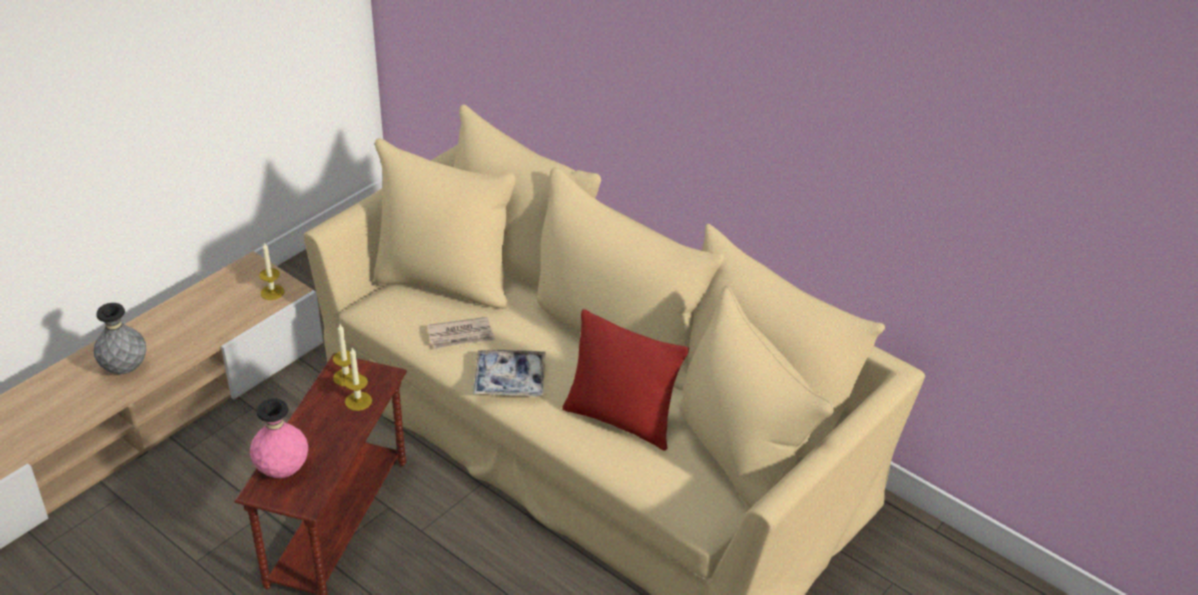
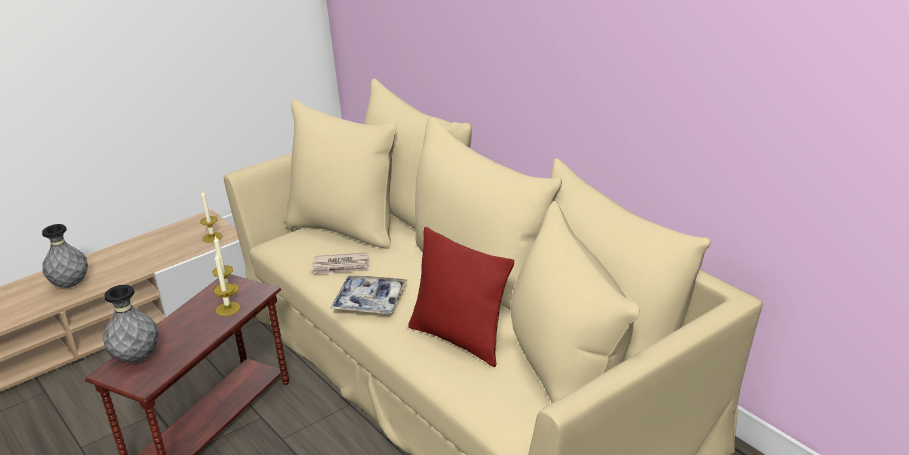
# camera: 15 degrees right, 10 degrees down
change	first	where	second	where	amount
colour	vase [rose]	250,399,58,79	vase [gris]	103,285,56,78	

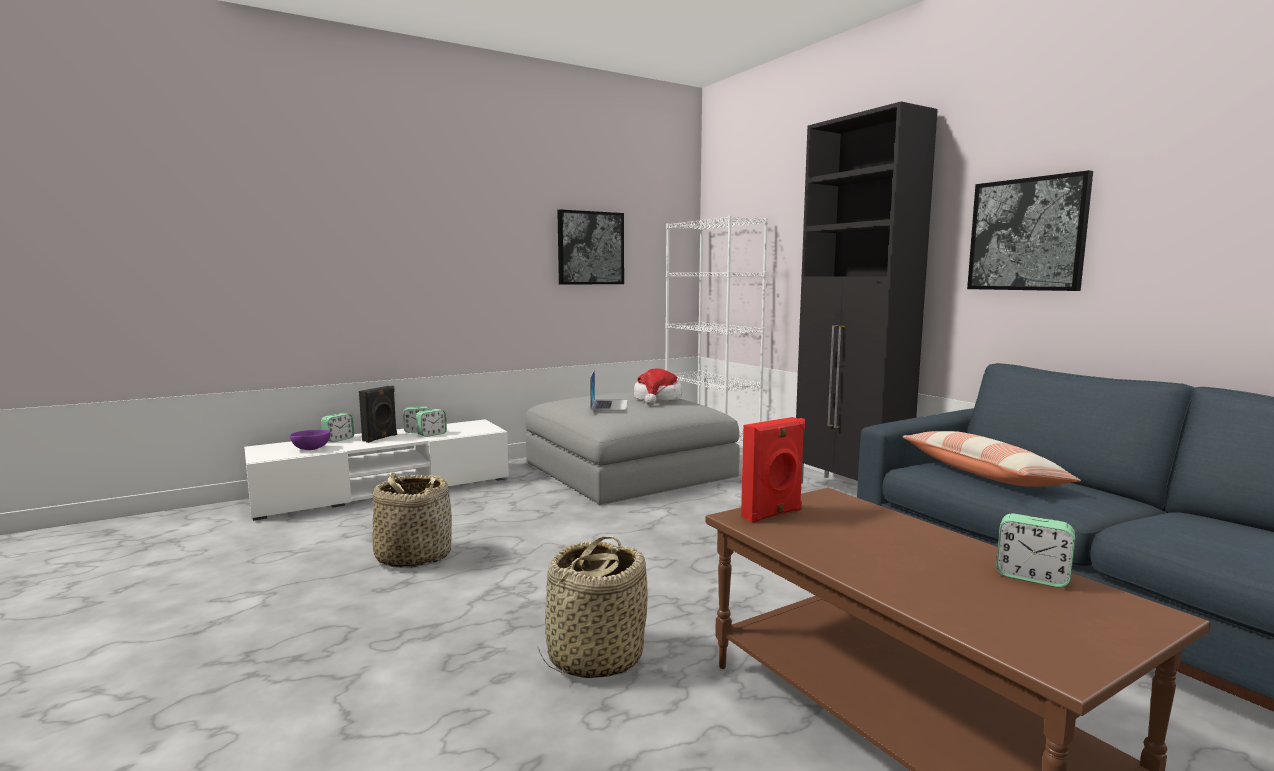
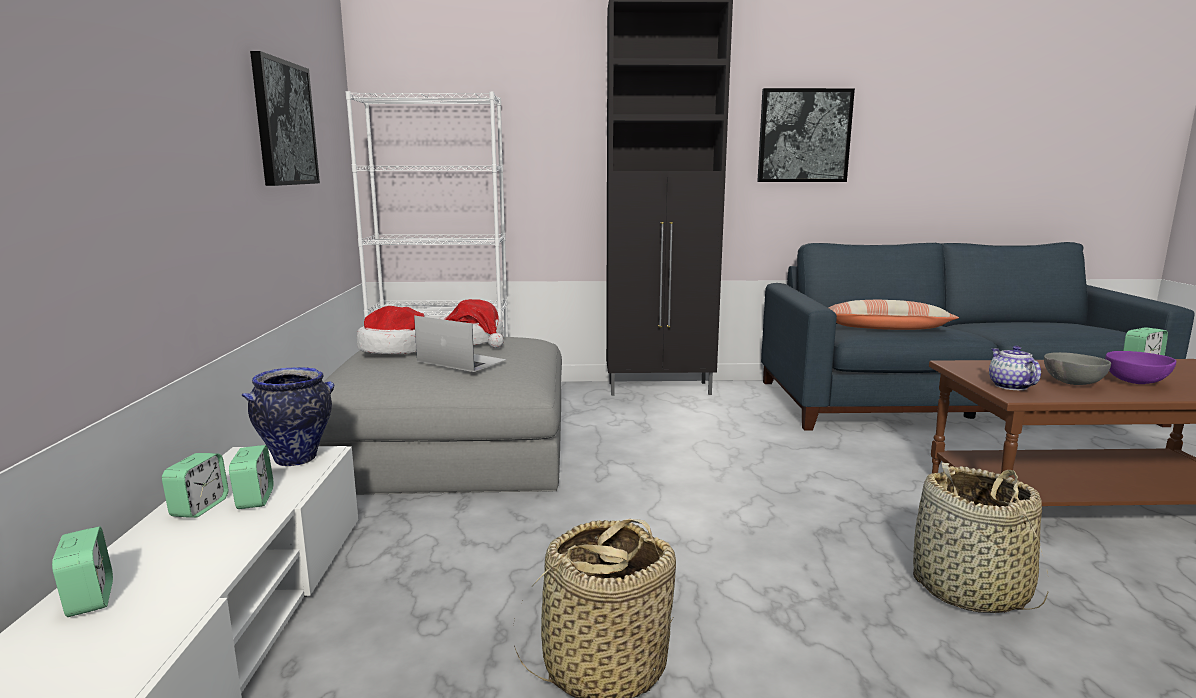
# camera: 60 degrees left, 5 degrees up
change	first	where	second	where	amount
missing	enceinte [noir]	359,386,38,57			
exchanged	enceinte [rouge]	741,417,64,106	théière	989,346,52,44	
relocated	bol [violet]	290,429,40,21		1105,351,71,33	
appeared			chapeau	357,306,67,48	
appeared			bol [gris]	1044,352,67,33	
appeared			vase	242,367,92,99	

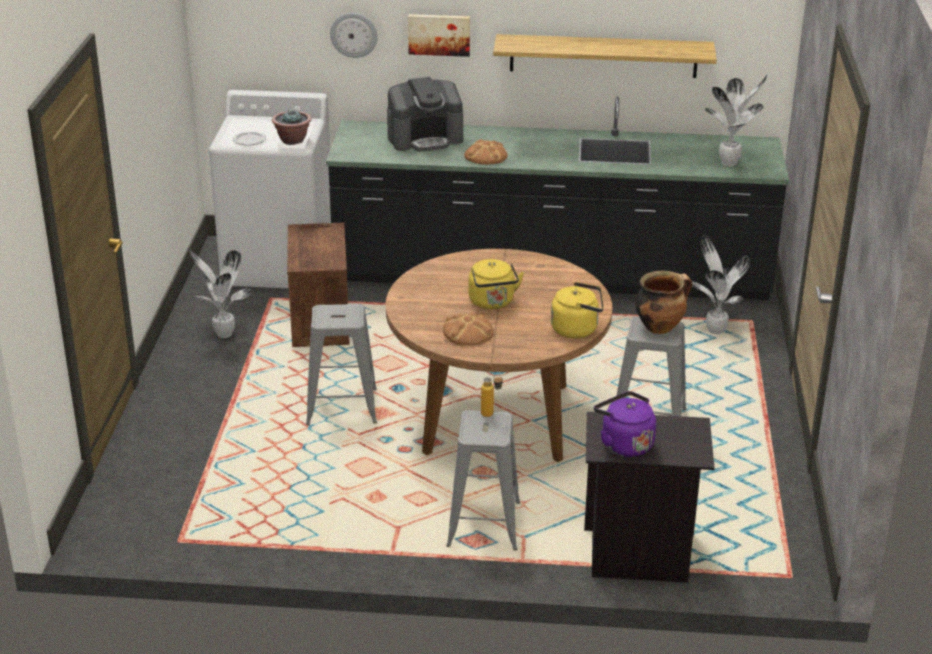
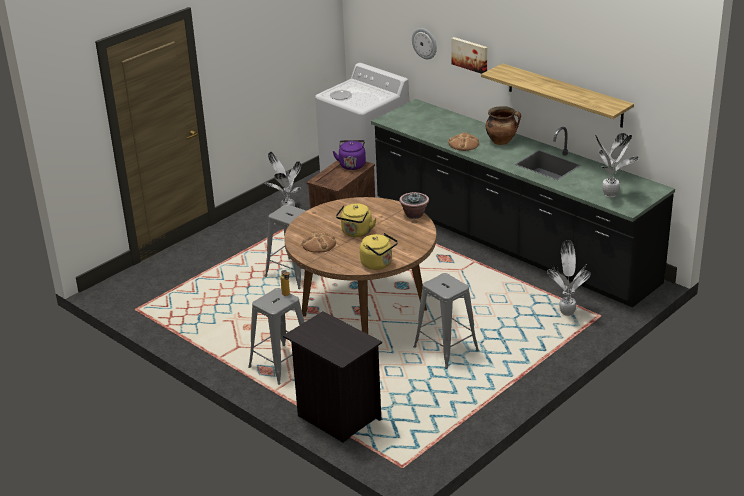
# camera: 40 degrees right, 0 degrees up
change	first	where	second	where	amount
missing	machine à café	387,77,76,75			
relocated	plante en pot	272,110,39,35		399,192,30,27	
relocated	marmite	636,271,56,63		486,106,35,39	
relocated	bouilloire [violet]	594,391,62,66		333,140,33,30	

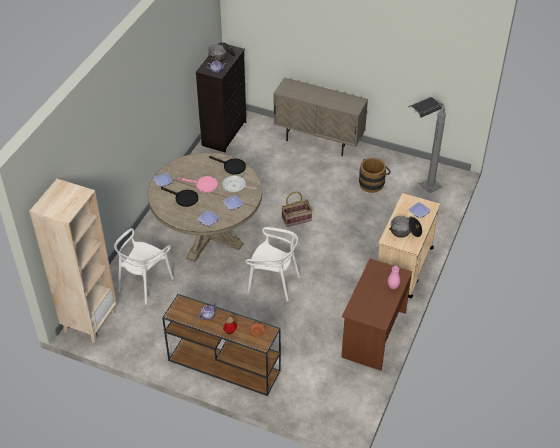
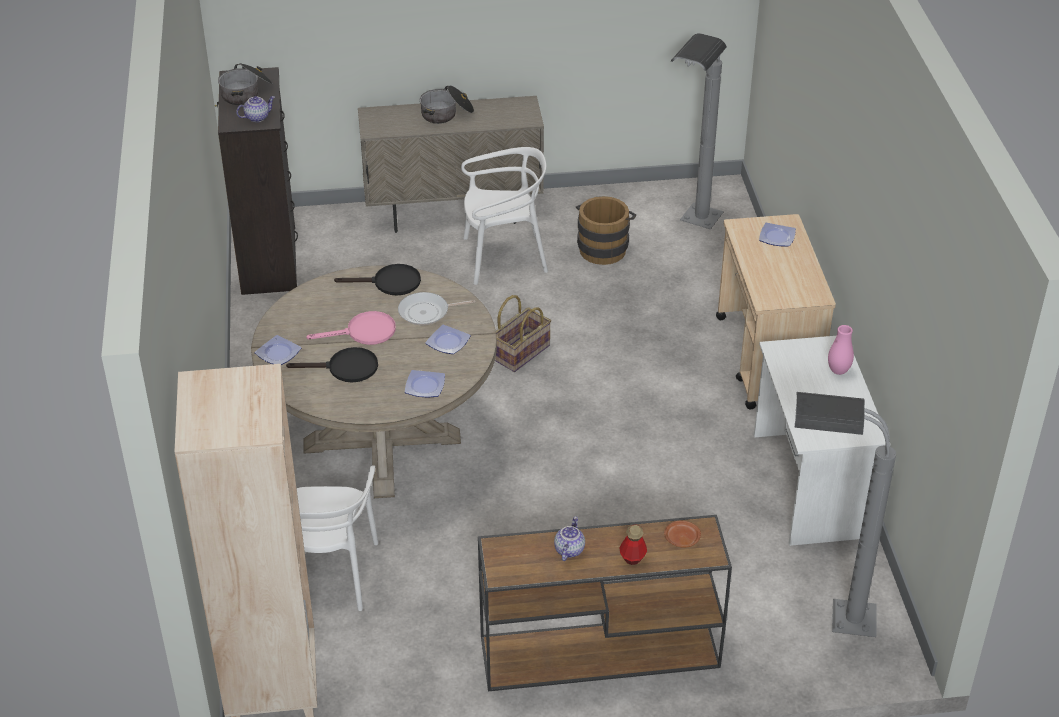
# camera: 30 degrees left, 5 degrees down
change	first	where	second	where	amount
relocated	marmite	389,216,33,22		420,86,54,38	
relocated	chaise [blanc]	245,227,55,74		461,147,87,138	
colour	bureau [marron]	341,259,71,112	bureau [blanc]	754,336,132,210	
appeared			lampadaire [gris]	795,392,101,245	

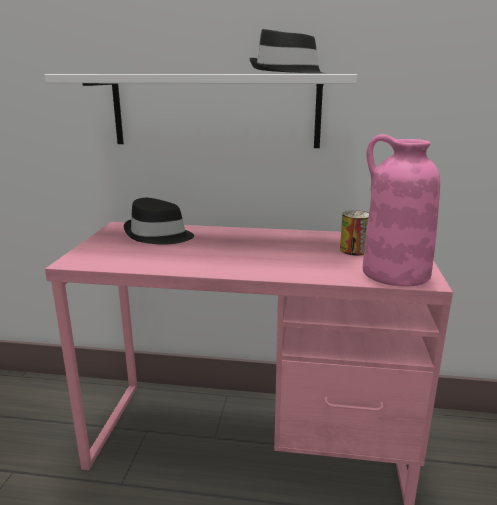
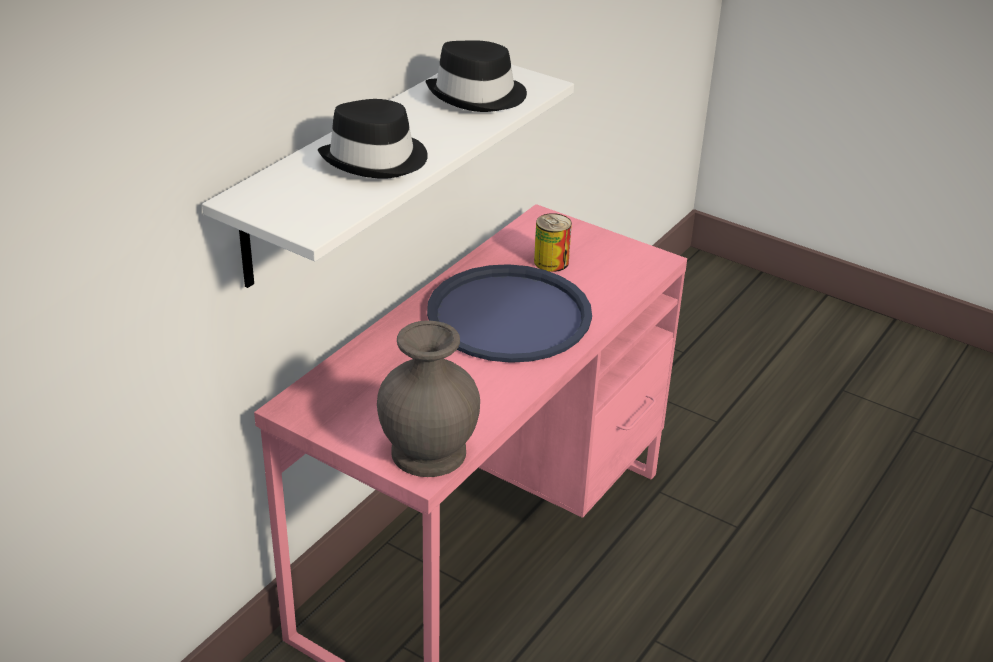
# camera: 65 degrees left, 15 degrees up
change	first	where	second	where	amount
missing	vase [rose]	363,134,77,152			
relocated	chapeau [noir]	124,198,70,47		318,99,110,80	
appeared			plateau [bleu]	427,264,165,99	
appeared			vase [gris]	377,321,103,156	

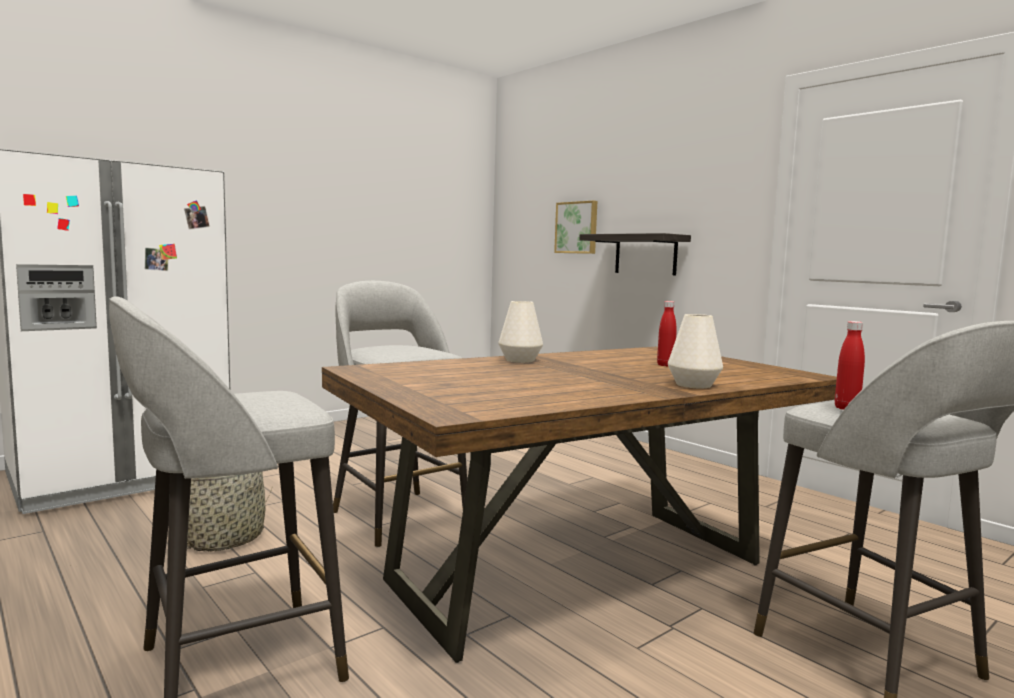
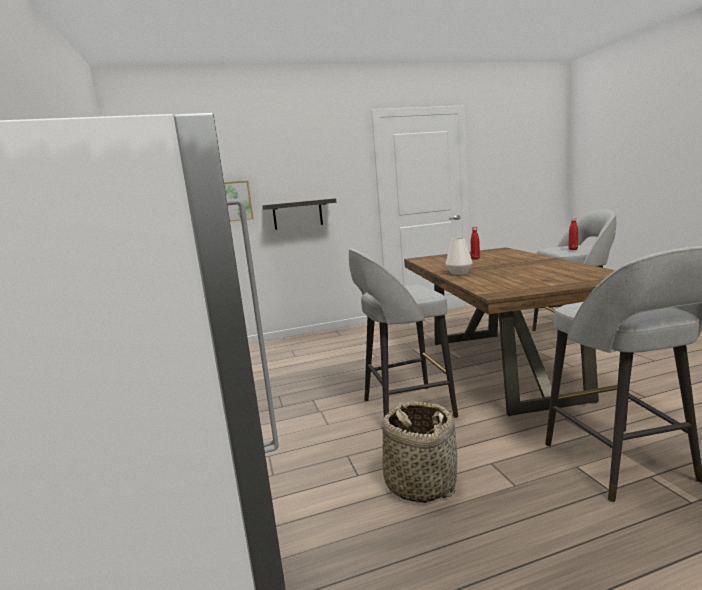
# camera: 65 degrees left, 5 degrees up
change	first	where	second	where	amount
missing	vase [blanc]	668,314,55,74			

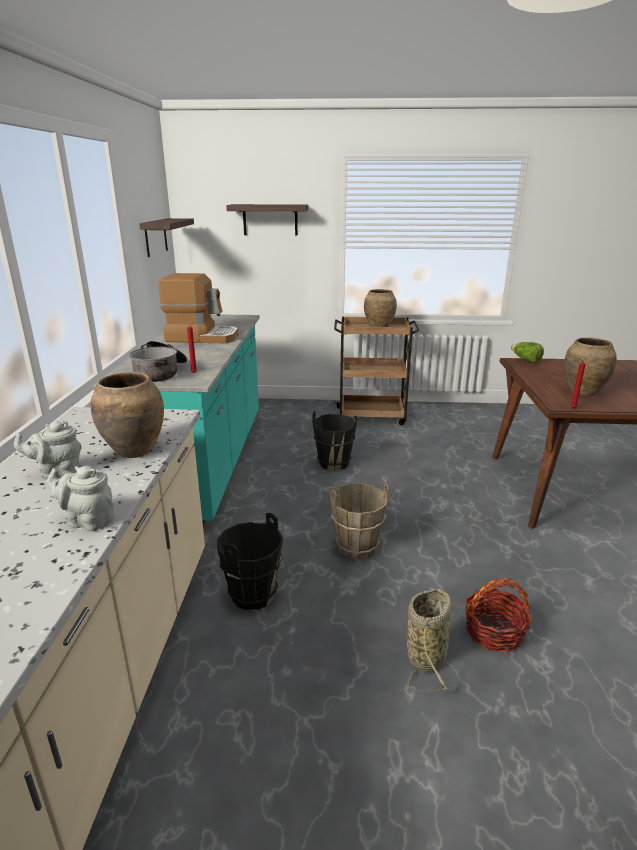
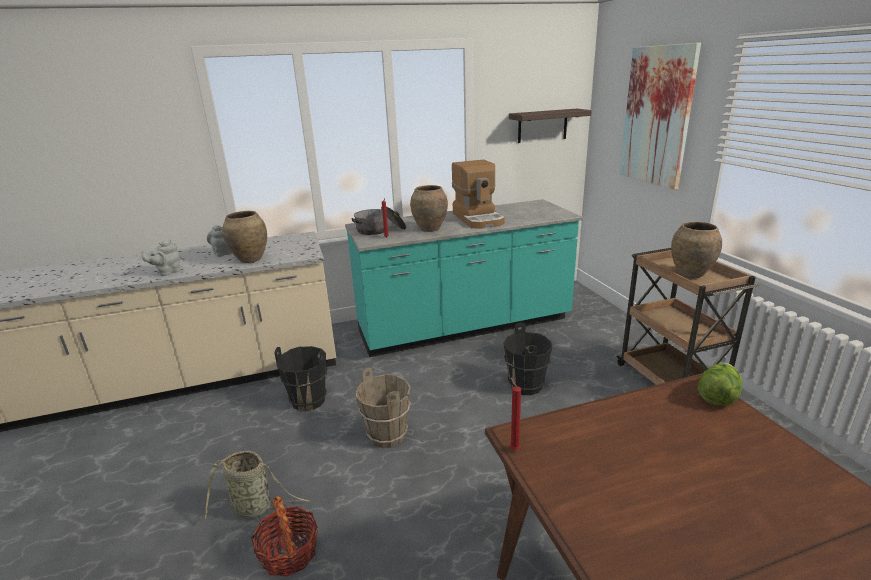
# camera: 70 degrees right, 0 degrees up
change	first	where	second	where	amount
exchanged	étagère	226,204,82,32	tableau	620,43,81,147	
relocated	vase [marron]	564,338,53,58		410,185,38,47	
spun	théière [gris]	47,466,67,66		141,240,39,36	135 degrees counterclockwise

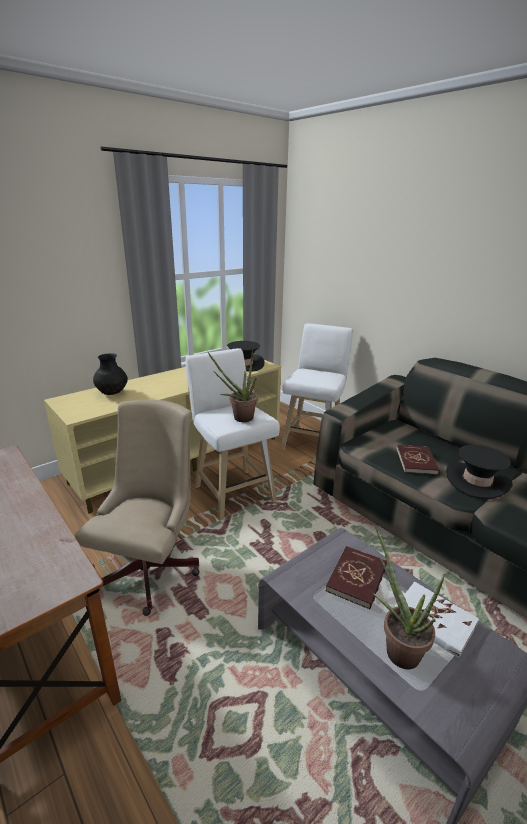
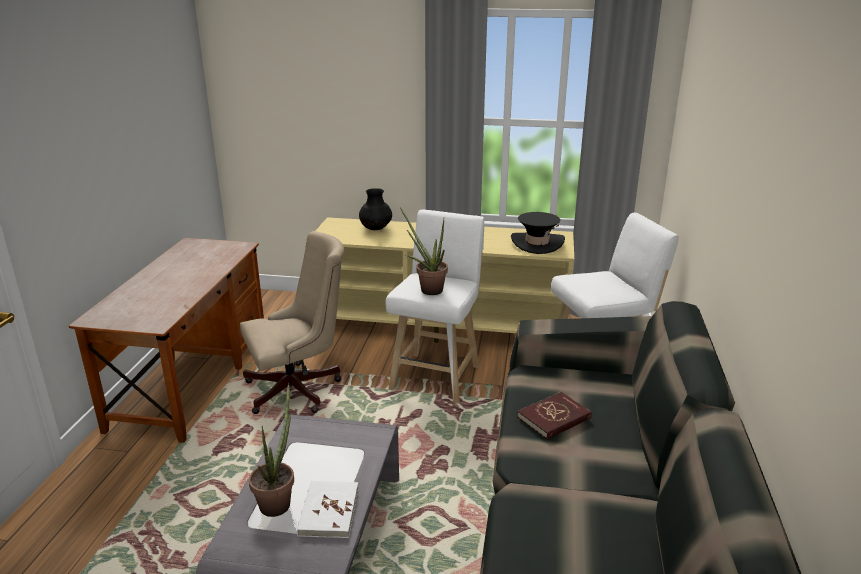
# camera: 50 degrees right, 0 degrees up
change	first	where	second	where	amount
missing	chapeau [noir]	446,445,67,54			
missing	livre [rouge]	326,546,61,63			

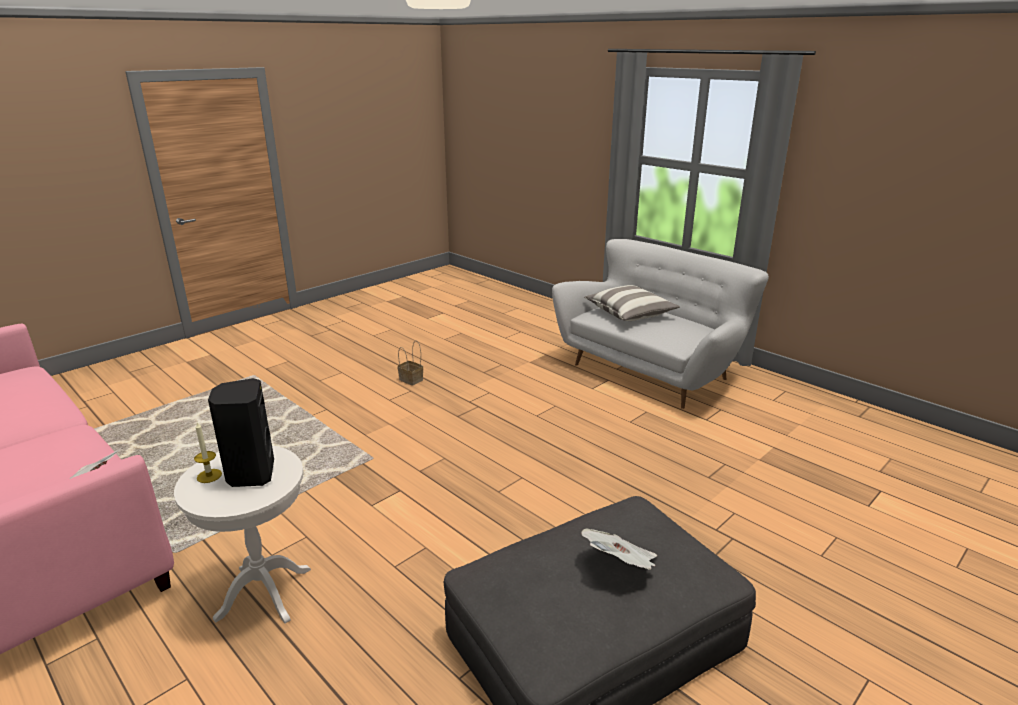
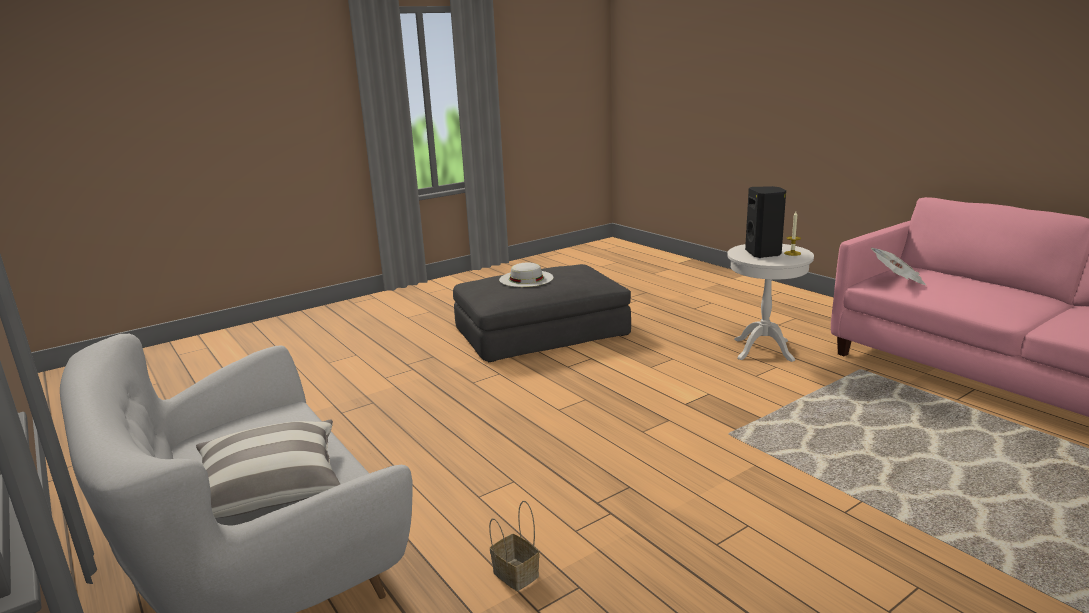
# camera: 170 degrees left, 5 degrees down
change	first	where	second	where	amount
relocated	panier	397,341,26,44		489,501,51,90	
exchanged	journal	581,528,76,42	chapeau [blanc]	499,262,54,25	

